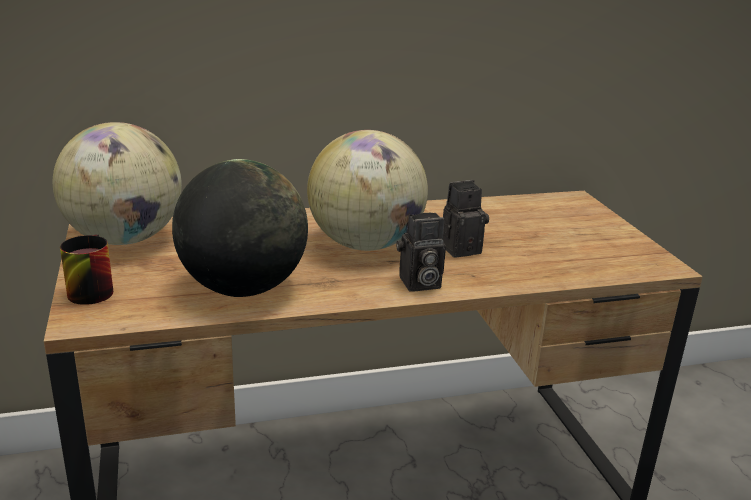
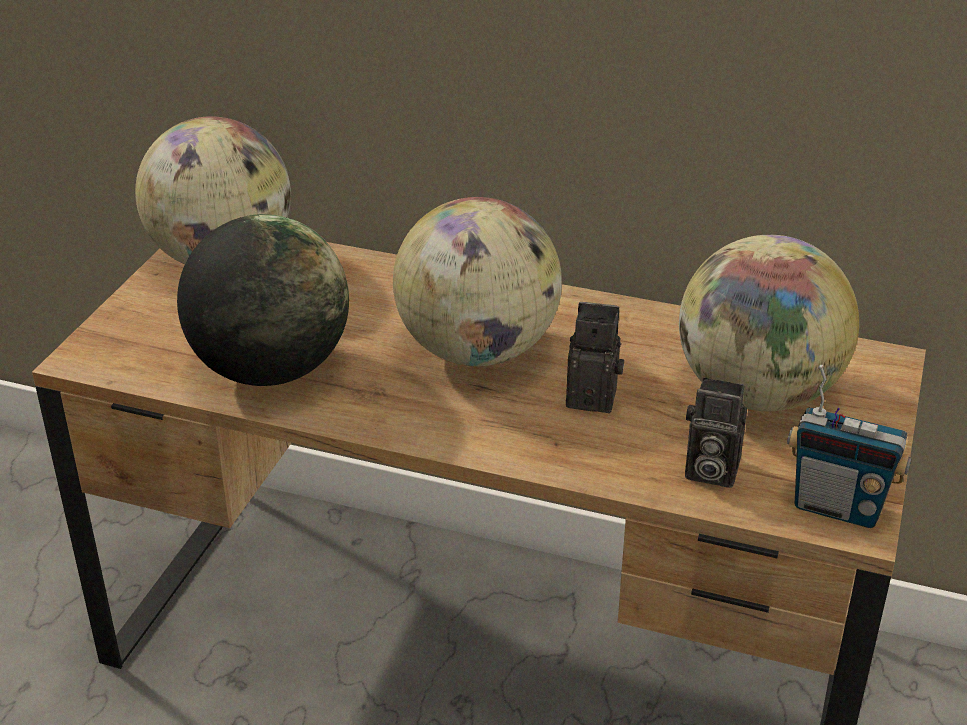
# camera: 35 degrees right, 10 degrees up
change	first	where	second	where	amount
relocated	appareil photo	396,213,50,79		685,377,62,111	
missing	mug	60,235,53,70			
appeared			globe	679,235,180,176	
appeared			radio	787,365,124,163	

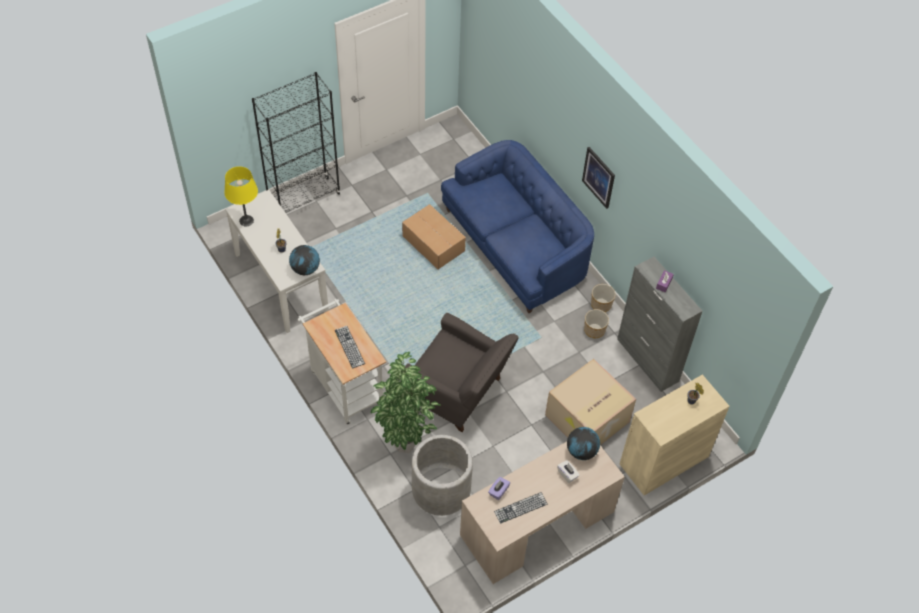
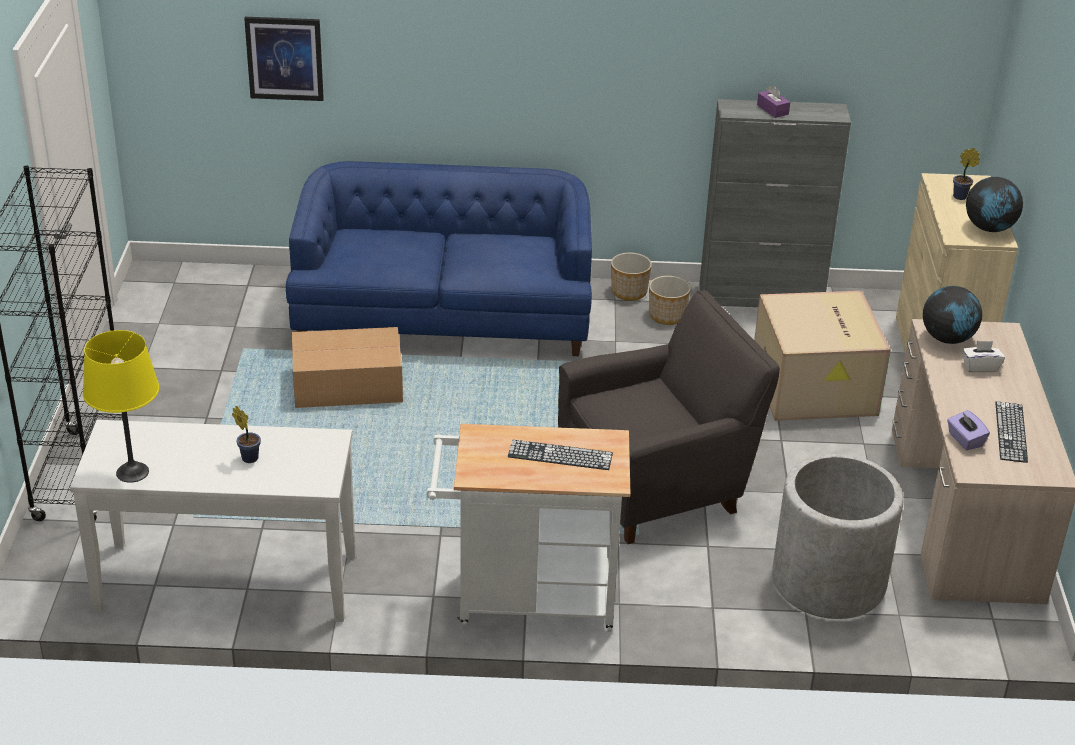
# camera: 55 degrees left, 20 degrees down
change	first	where	second	where	amount
relocated	tableau	582,147,33,62		244,17,80,84	
relocated	globe	289,245,31,30		966,177,57,55	
missing	plante en pot	371,352,70,101			

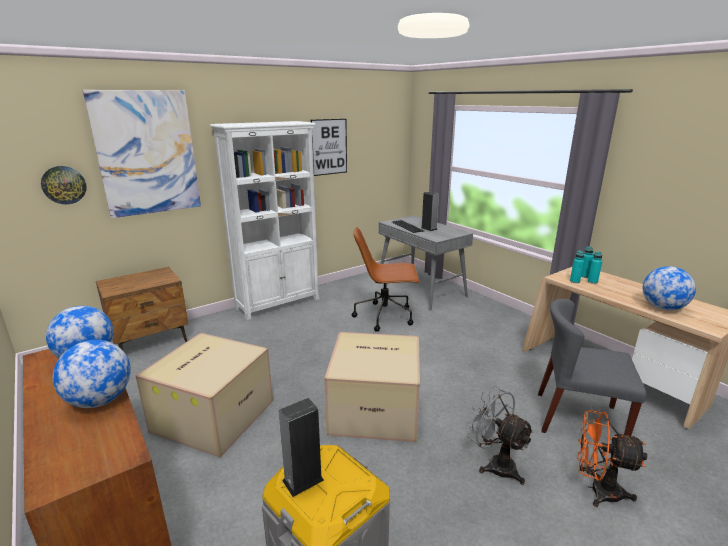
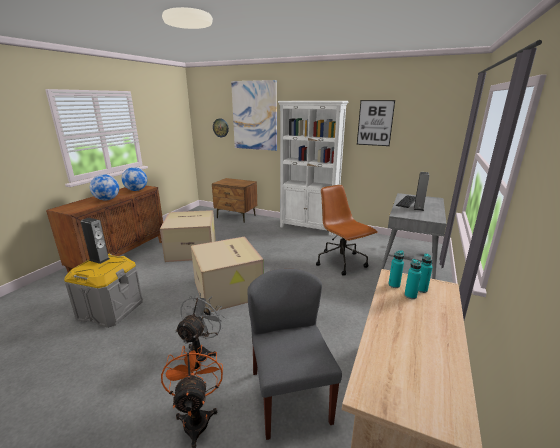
# camera: 60 degrees right, 0 degrees up
change	first	where	second	where	amount
missing	globe	643,266,53,44			

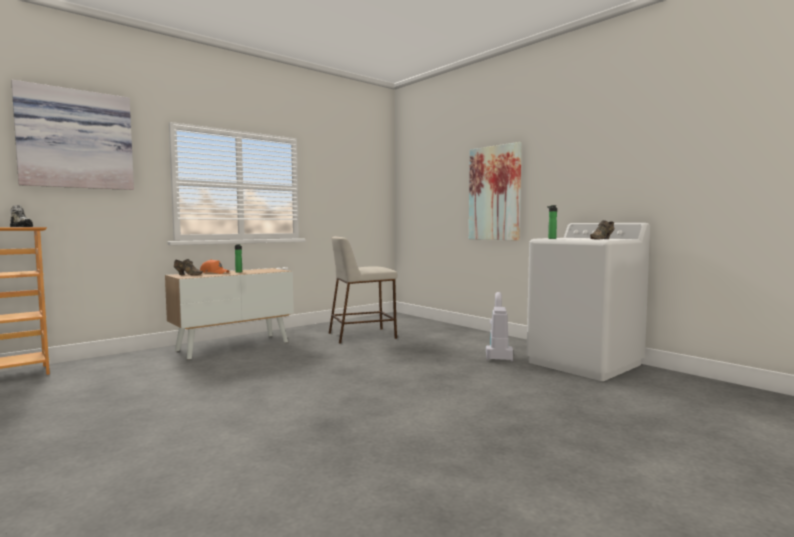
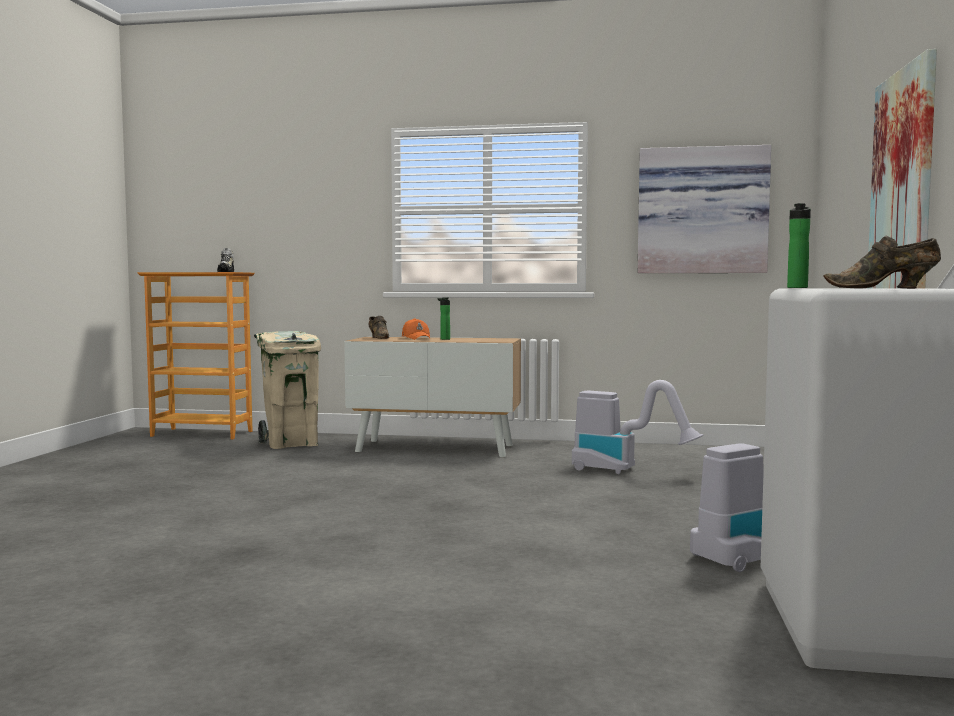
# camera: 50 degrees right, 0 degrees up
change	first	where	second	where	amount
relocated	tableau	11,80,123,110		638,145,133,128	
exchanged	tabouret [beige]	329,236,68,108	aspirateur	572,380,131,94	
appeared			poubelle [beige]	254,331,67,118	

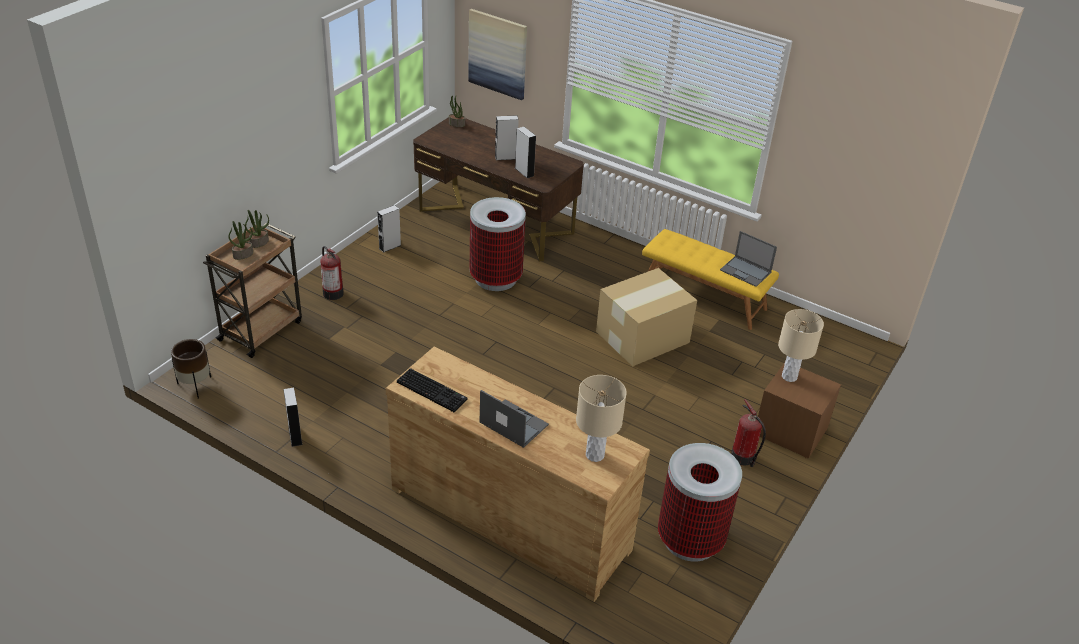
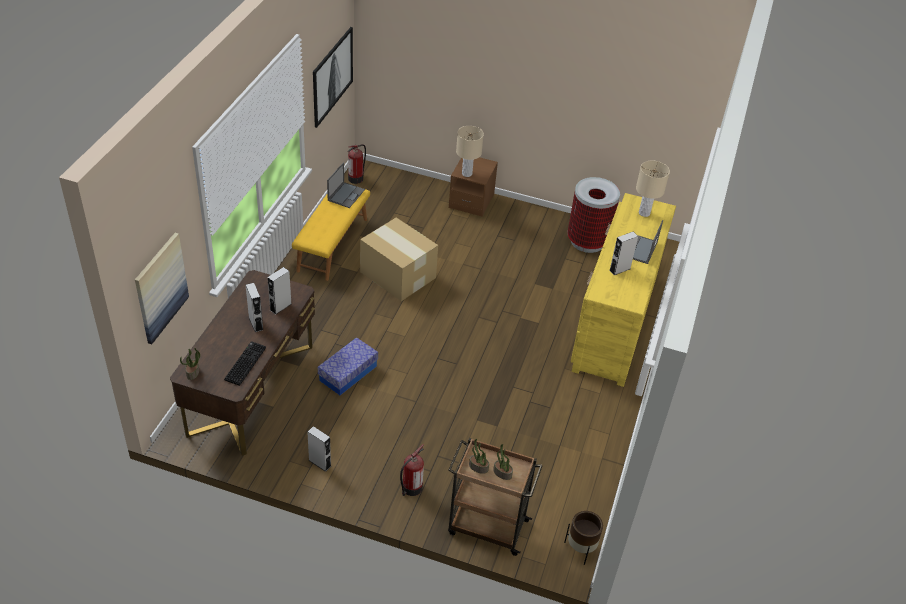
# camera: 105 degrees left, 5 degrees up
change	first	where	second	where	amount
exchanged	poubelle	470,197,56,94	boîte de rangement	318,337,60,58	
colour	commode [marron]	386,346,264,256	commode [jaune]	571,193,105,194	
relocated	clavier	397,368,71,44		224,341,42,45	
relocated	enceinte [gris]	283,387,20,60		609,232,29,43	
relocated	extincteur	731,399,35,68		348,144,18,40	
appeared			tableau	313,27,40,101	

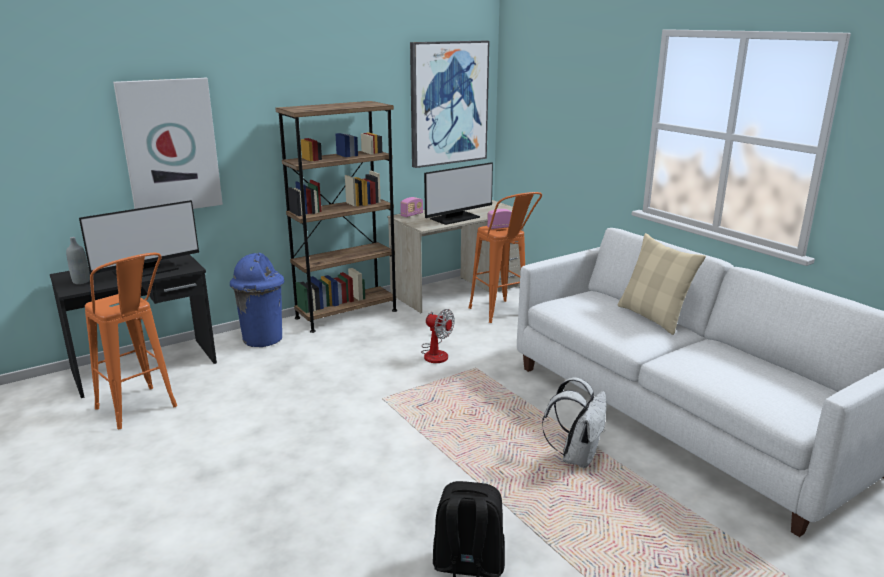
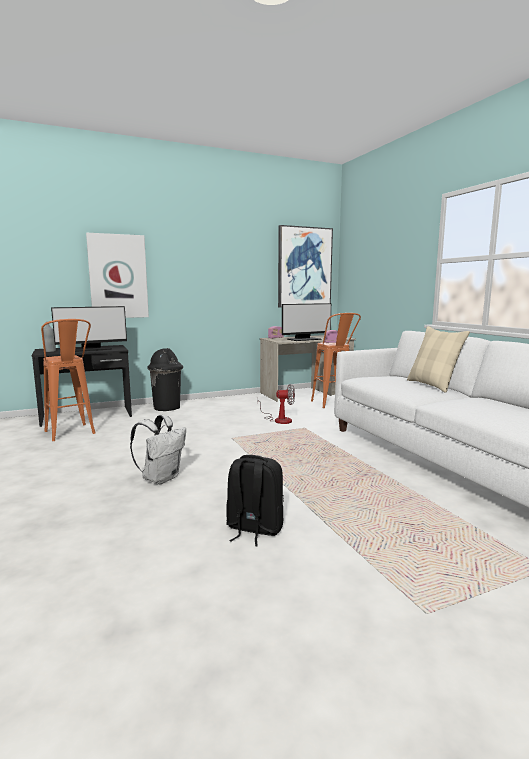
# camera: 10 degrees right, 10 degrees down
change	first	where	second	where	amount
missing	bibliothèque [marron]	276,101,121,232			
colour	poubelle [bleu]	230,253,54,94	poubelle [noir]	147,348,36,63	
spun	ventilateur	421,309,34,54		257,384,38,40	45 degrees counterclockwise
relocated	sac à dos [blanc]	542,377,65,91		130,415,56,70	

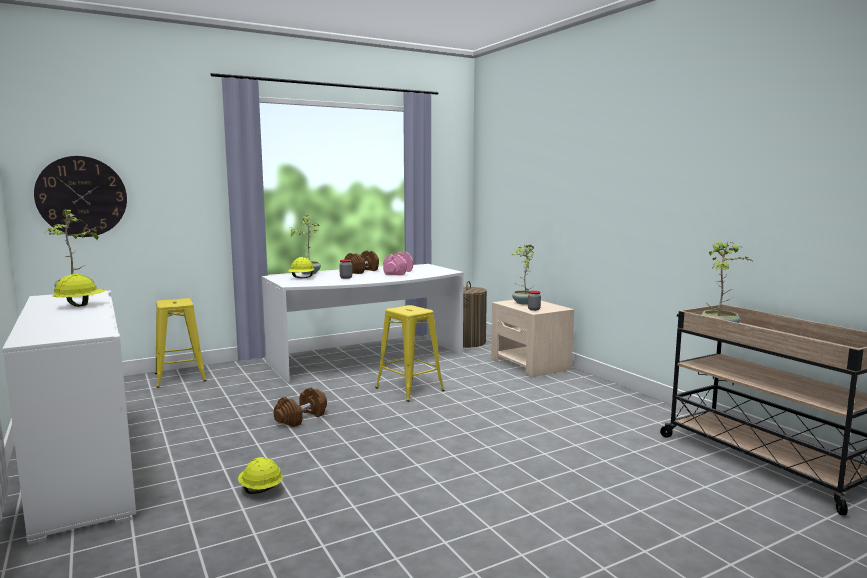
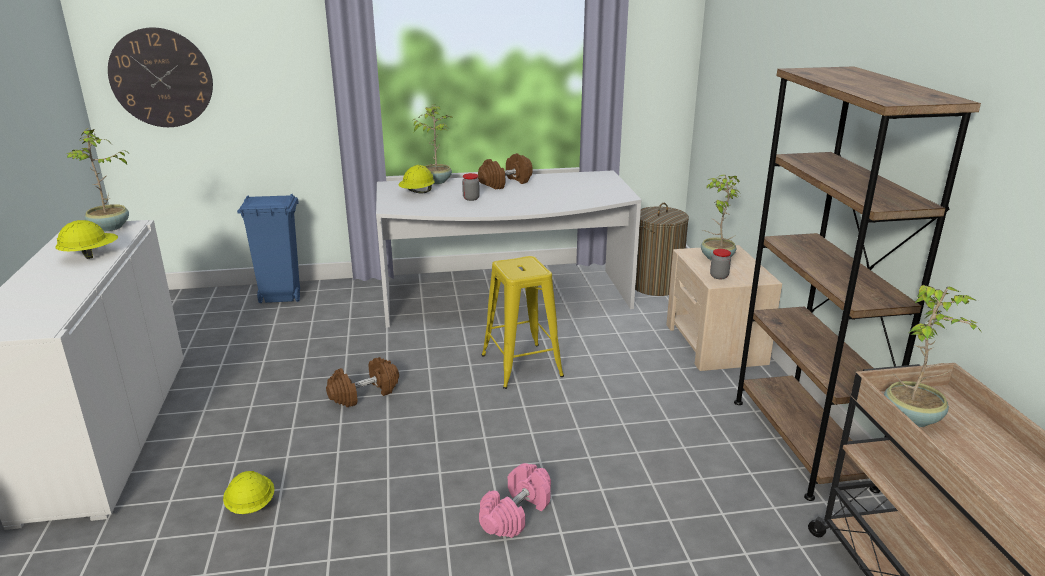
# camera: 20 degrees right, 15 degrees up
change	first	where	second	where	amount
relocated	haltère [rose]	383,251,30,24		479,463,72,75	
exchanged	tabouret [jaune]	155,298,52,90	poubelle [bleu]	237,194,63,109	
appeared			bibliothèque [marron]	734,66,247,435	

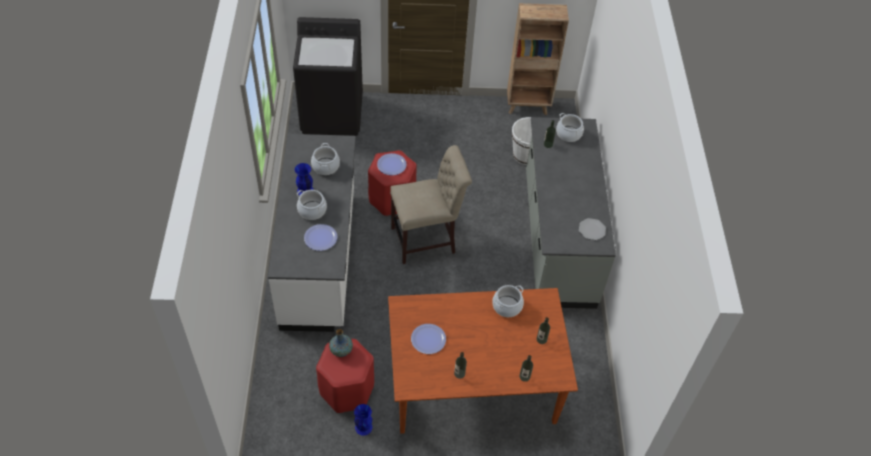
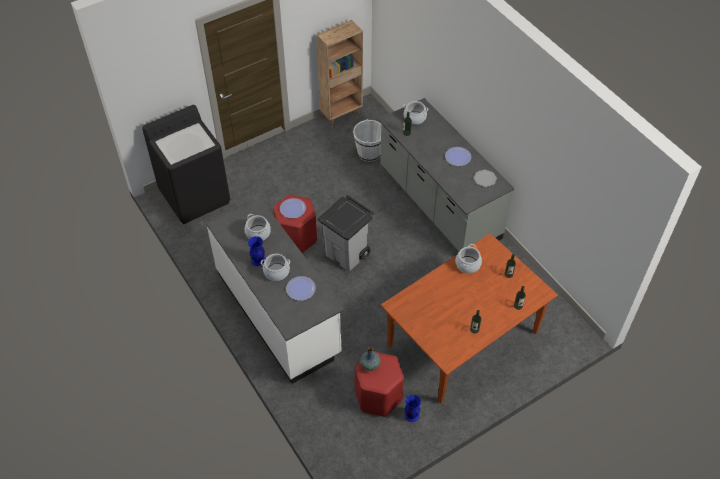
# camera: 30 degrees left, 0 degrees up
change	first	where	second	where	amount
exchanged	chaise [beige]	390,145,82,119	poubelle [gris]	318,195,56,77	
relocated	assiette	411,324,35,30		445,147,26,19	

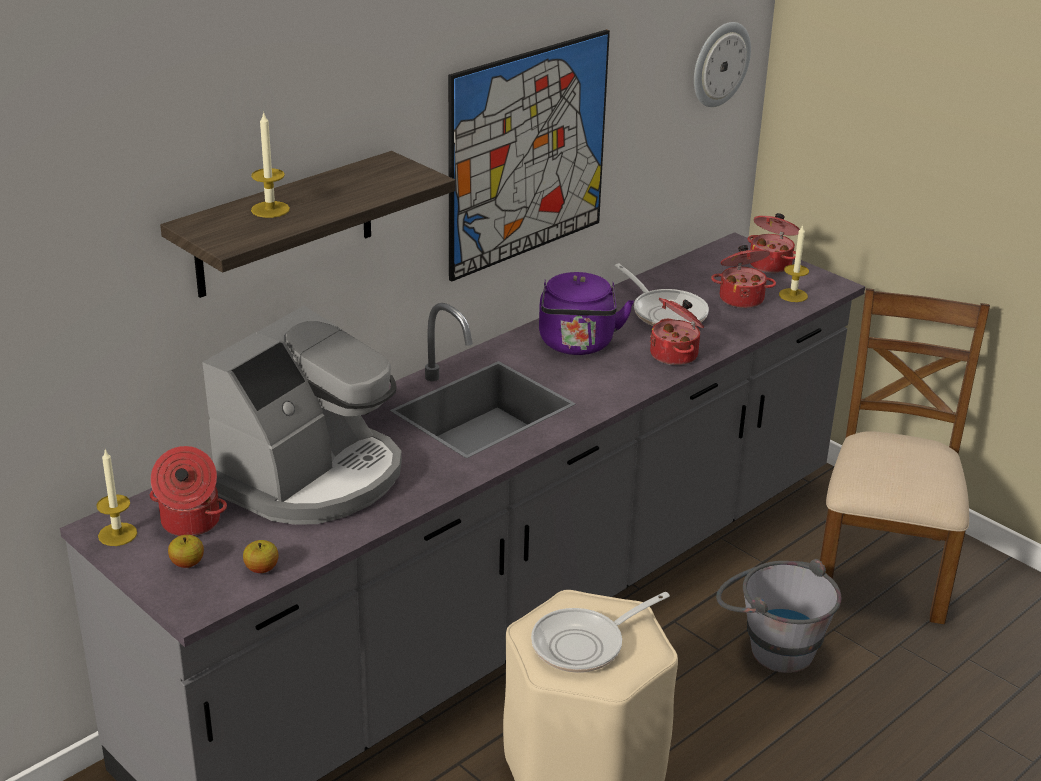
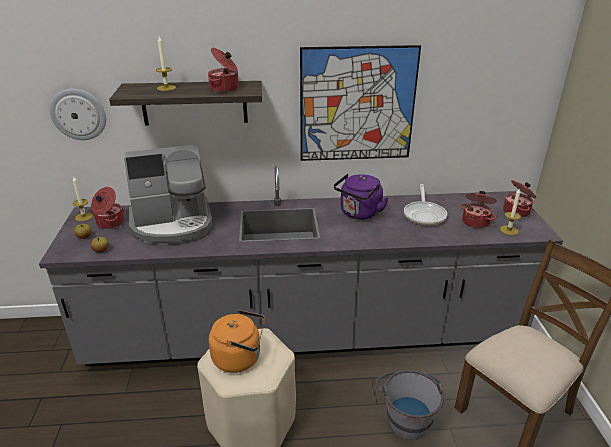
# camera: 40 degrees right, 0 degrees up
change	first	where	second	where	amount
relocated	horloge murale	694,22,57,85		49,89,57,51	
relocated	marmite	650,298,54,67		208,48,31,44	
exchanged	poêle	531,592,139,81	bouilloire [orange]	209,310,56,63	

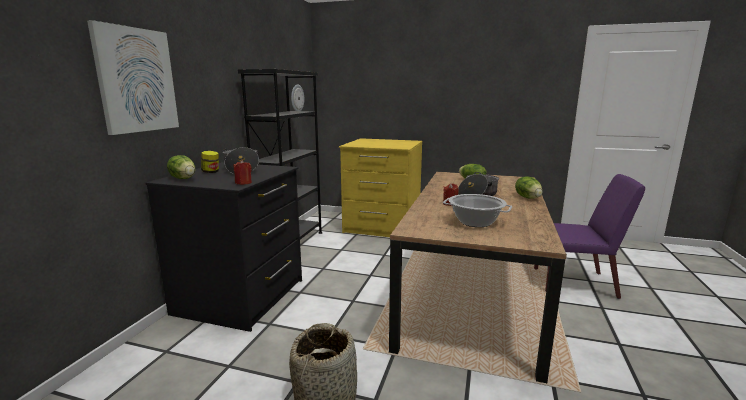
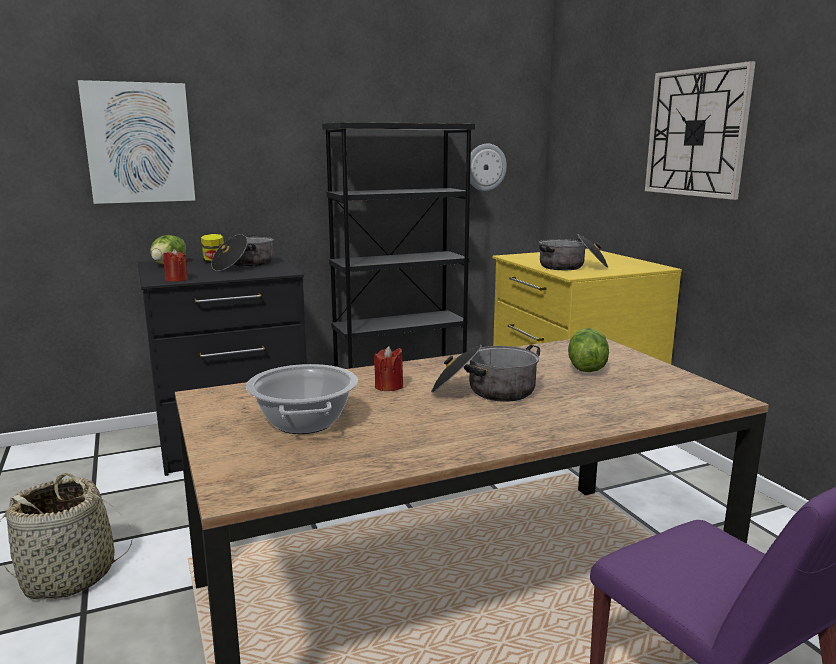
# camera: 50 degrees right, 0 degrees up
change	first	where	second	where	amount
missing	laitue	515,176,28,23			
appeared			horloge murale	645,61,111,139	
appeared			marmite	539,234,69,36	

